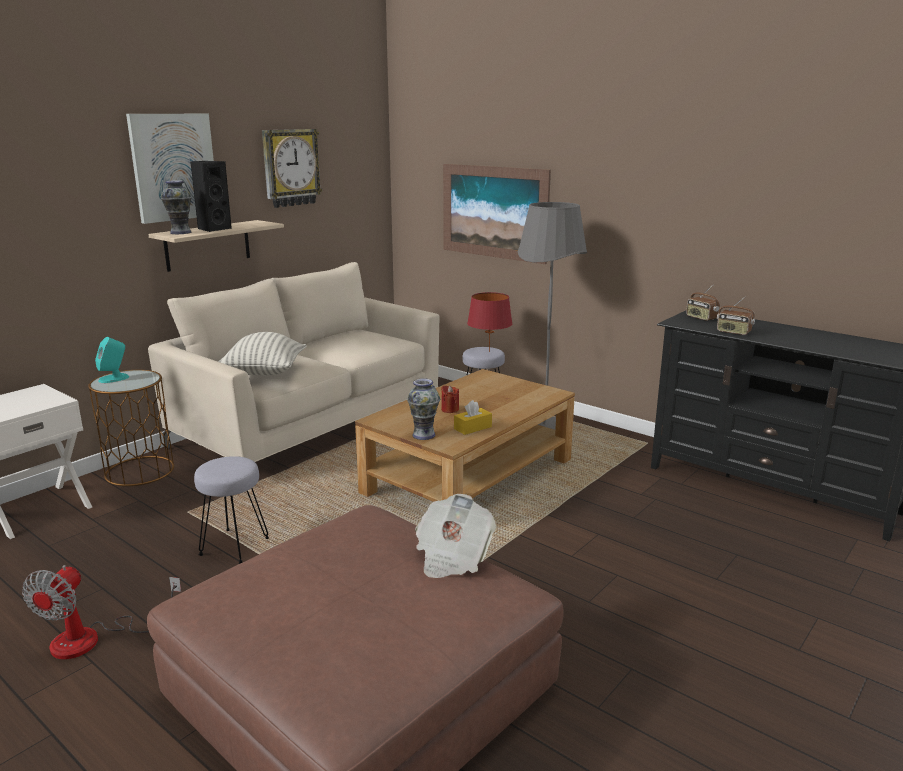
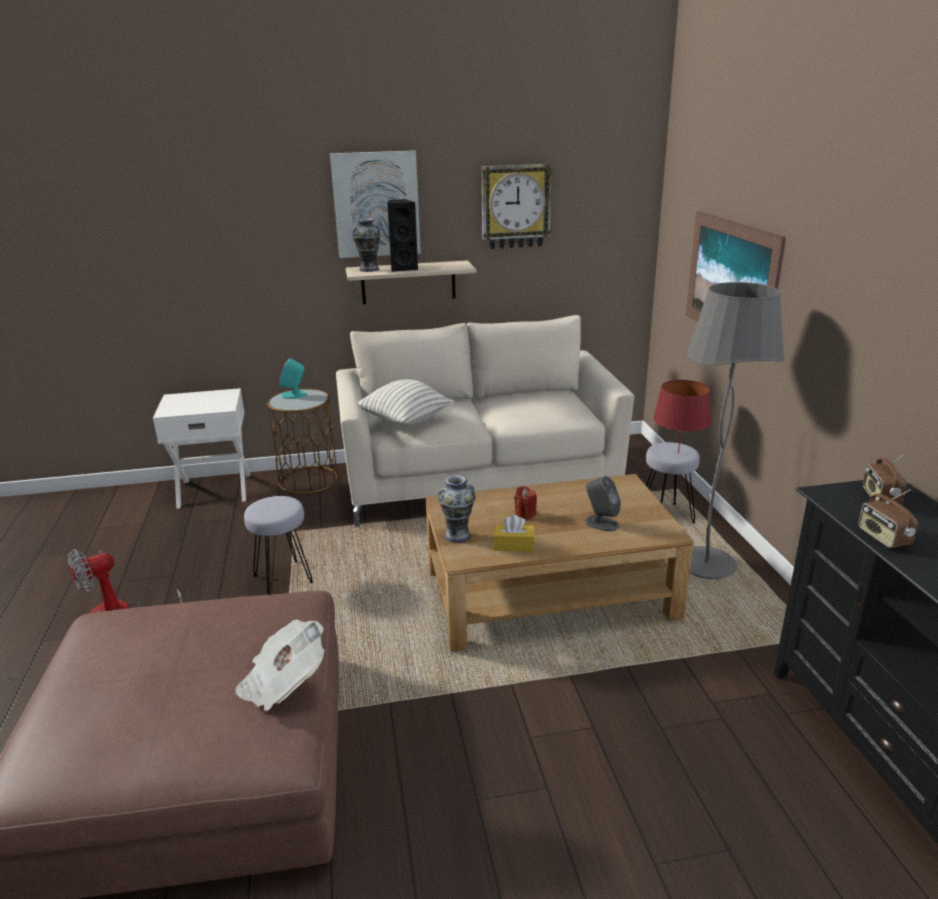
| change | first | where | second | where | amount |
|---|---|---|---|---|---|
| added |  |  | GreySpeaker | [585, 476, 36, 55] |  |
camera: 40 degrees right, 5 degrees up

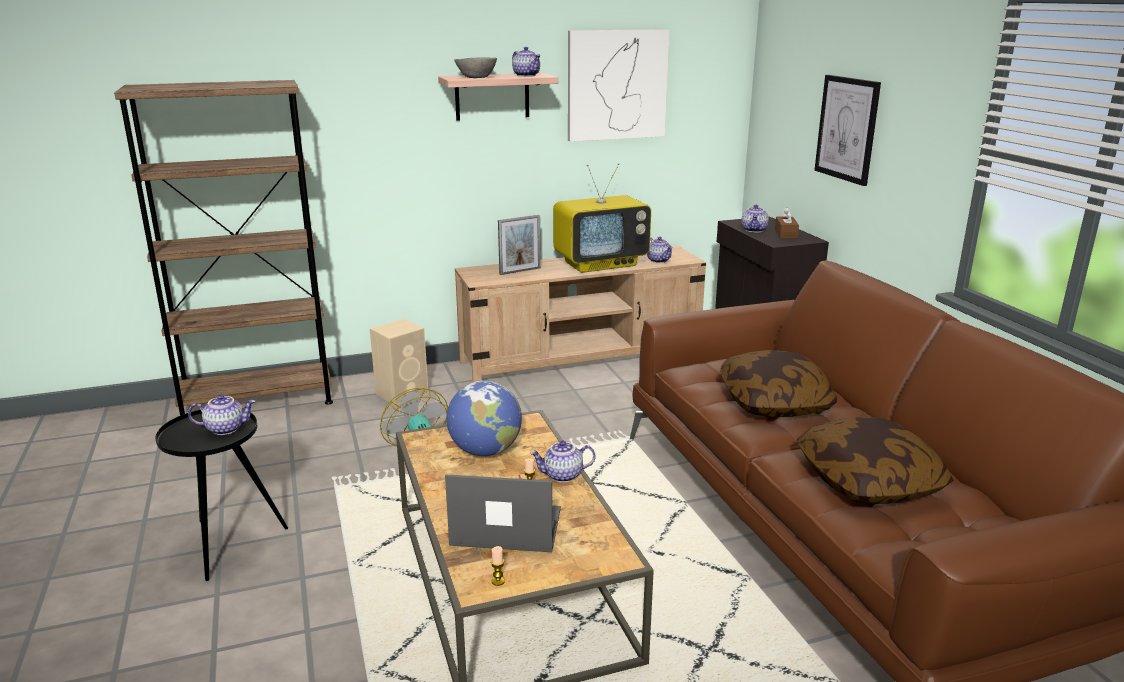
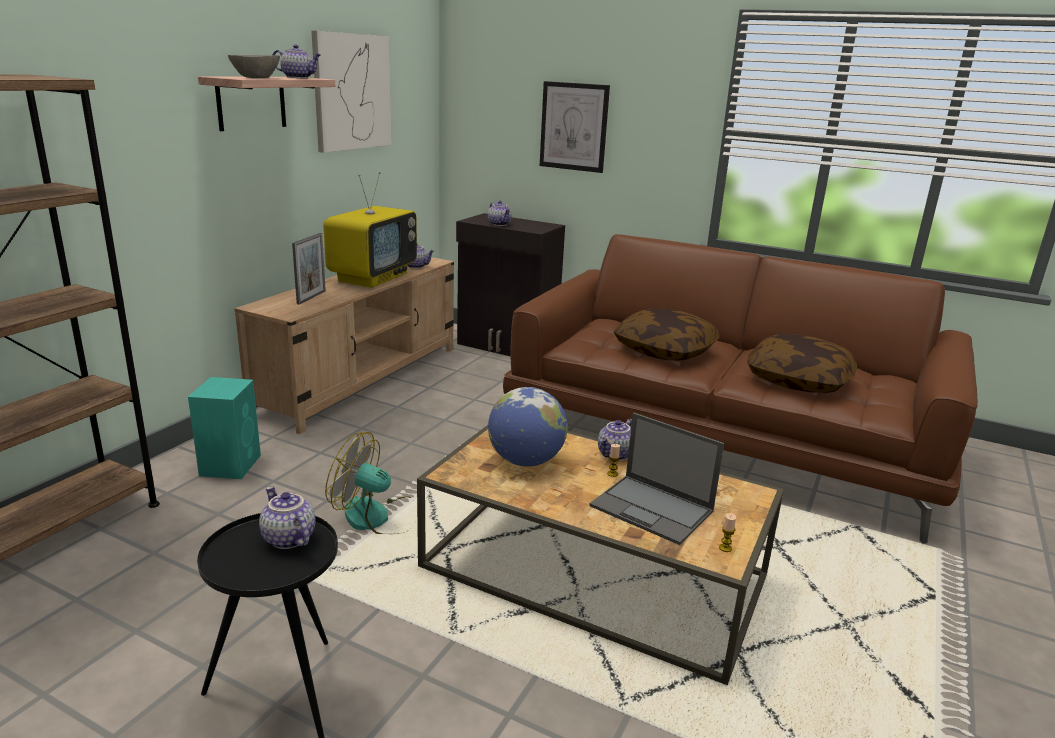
| change | first | where | second | where | amount |
|---|---|---|---|---|---|
| recoloured | BeigeSpeaker | [370, 319, 59, 86] | TurquoiseSpeaker | [188, 377, 73, 102] |  |
| turned | Teapot | [188, 394, 68, 41] |  | [259, 486, 56, 63] | 75 degrees counterclockwise |
| turned | Laptop | [445, 475, 116, 77] |  | [589, 413, 135, 132] | 105 degrees counterclockwise |
| removed | BrownTissueBox | [775, 207, 24, 32] |  |  |  |
camera: 45 degrees left, 0 degrees up

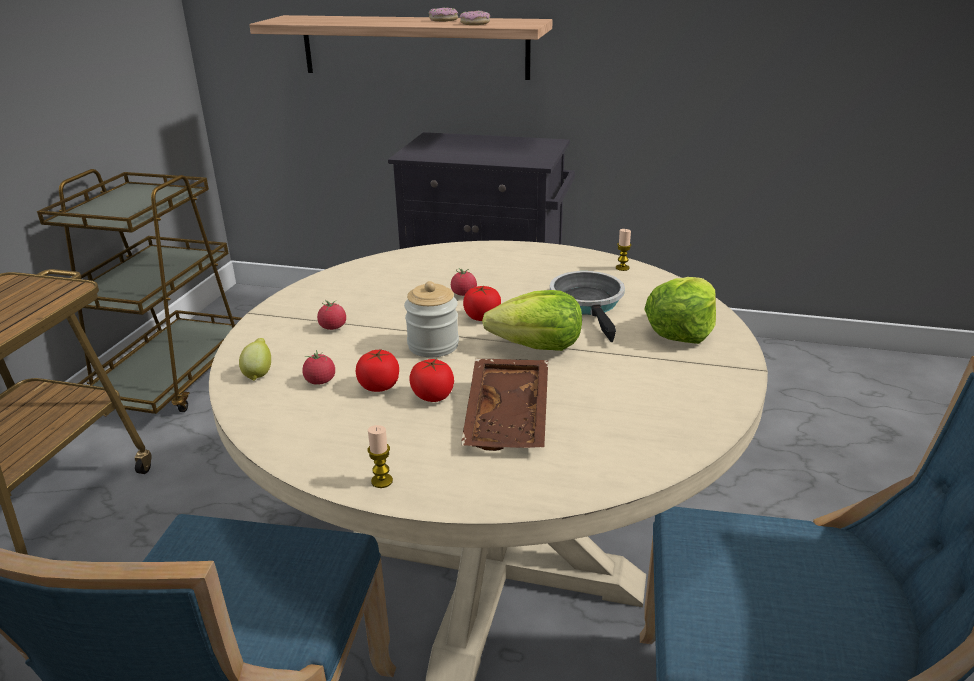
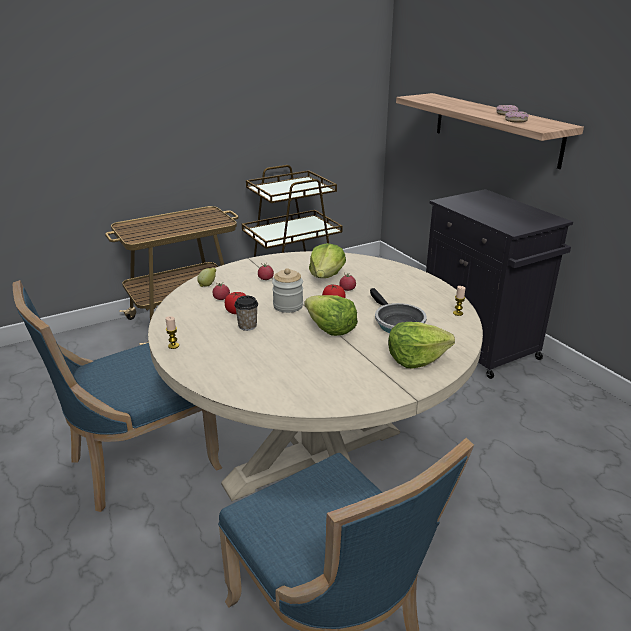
| change | first | where | second | where | amount |
|---|---|---|---|---|---|
| replaced | Tomato | [409, 358, 45, 44] | Cup | [234, 296, 24, 35] |  |
| added |  |  | Lettuce | [309, 243, 37, 35] |  |
| turned | FryingPan | [550, 271, 75, 71] |  | [370, 288, 57, 45] | 120 degrees clockwise |
| removed | BrownTray | [461, 359, 87, 92] |  |  |  |
camera: 45 degrees right, 0 degrees up

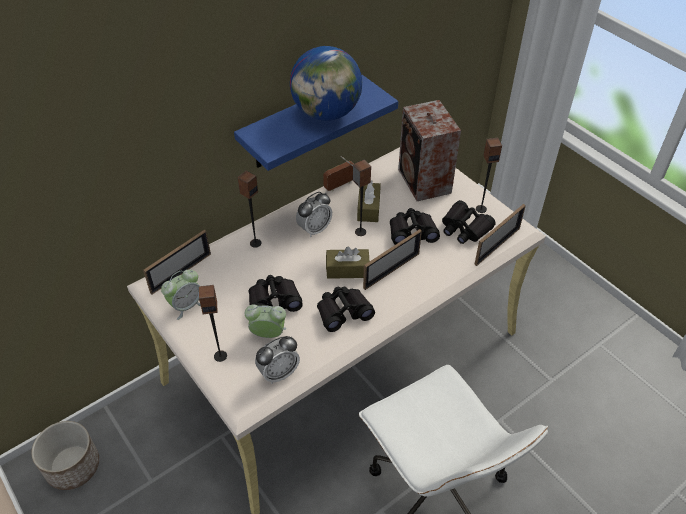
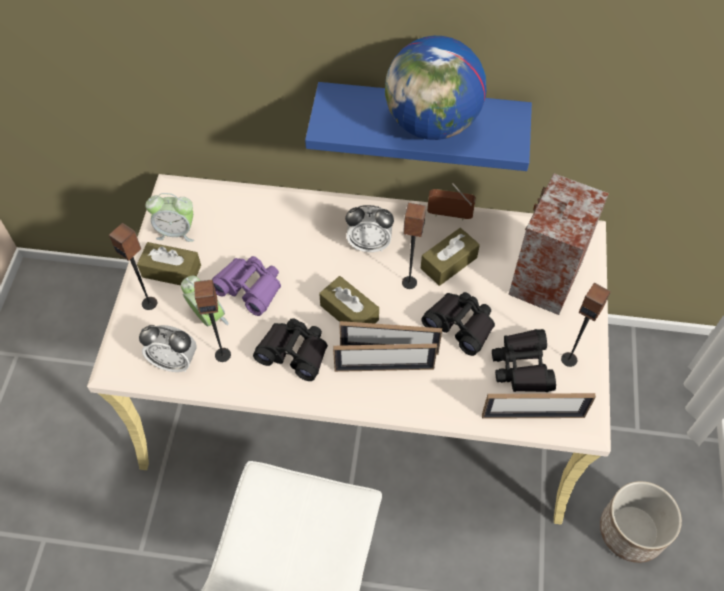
| change | first | where | second | where | amount |
|---|---|---|---|---|---|
| added |  |  | BrownTissueBox | [137, 242, 64, 43] |  |
| moved | Speaker | [237, 171, 24, 77] |  | [194, 280, 37, 82] |  |
| recoloured | BlackBinoculars | [249, 275, 54, 37] | PurpleBinoculars | [212, 256, 69, 60] |  |
| moved | PictureFrame | [143, 230, 68, 65] |  | [333, 344, 104, 28] |  |
| moved | Planter | [31, 421, 68, 69] |  | [600, 481, 82, 82] |  |
camera: 45 degrees right, 10 degrees up

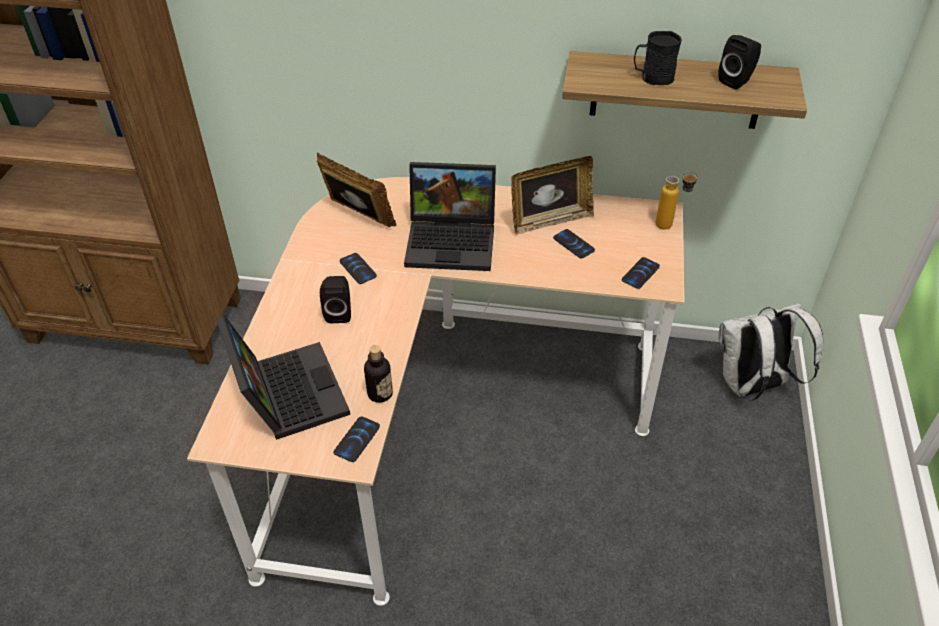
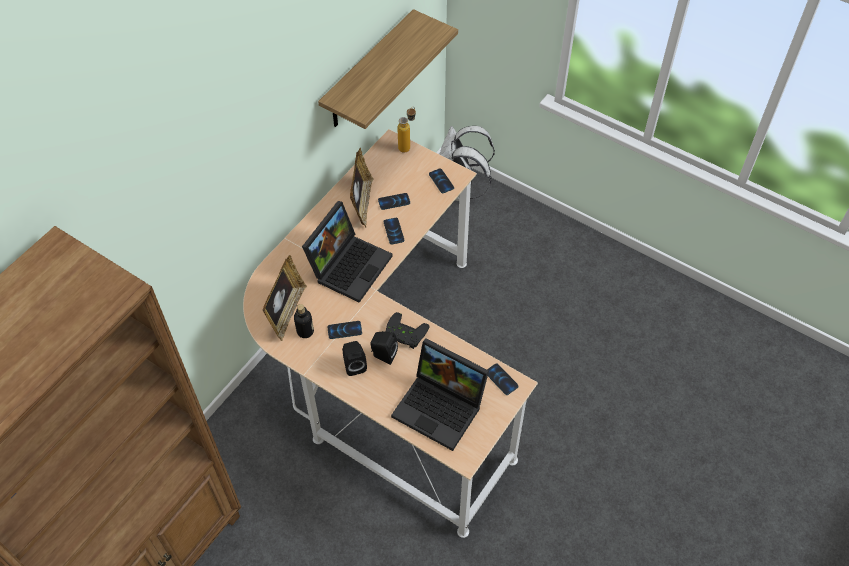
| change | first | where | second | where | amount |
|---|---|---|---|---|---|
| turned | PictureFrame | [317, 152, 79, 75] |  | [263, 255, 44, 86] | 135 degrees clockwise |
| moved | Bottle | [364, 345, 29, 58] |  | [294, 304, 20, 34] |  |
| moved | BlackSpeaker | [718, 35, 43, 55] |  | [342, 341, 25, 35] |  |
| added |  |  | Phone | [384, 218, 20, 27] |  |
| added |  |  | BlackGameController | [386, 312, 44, 37] |  |
| turned | Laptop | [216, 315, 134, 125] |  | [391, 339, 98, 112] | 150 degrees counterclockwise |
| removed | BlackMug | [634, 31, 48, 54] |  |  |  |
camera: 65 degrees left, 10 degrees up

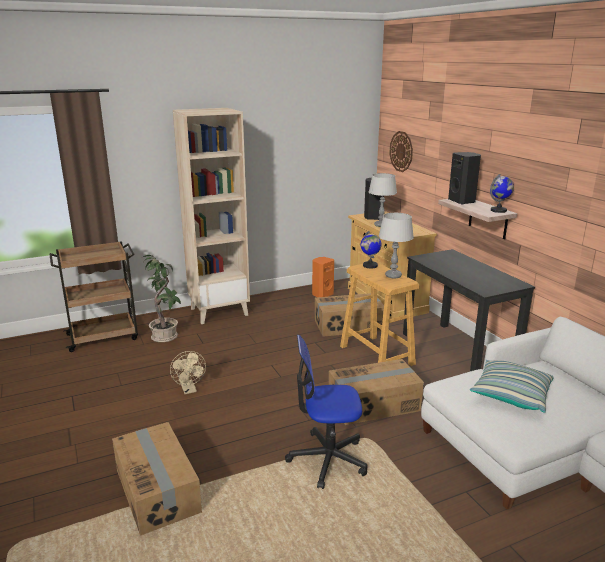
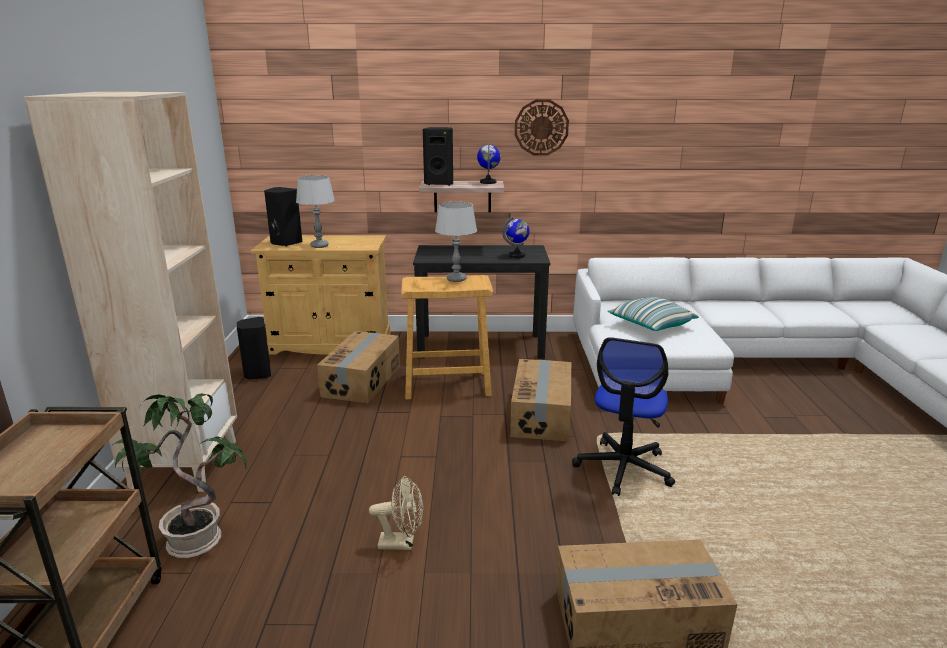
| change | first | where | second | where | amount |
|---|---|---|---|---|---|
| recoloured | OrangeSpeaker | [312, 257, 22, 40] | BlackSpeaker | [237, 317, 34, 62] |  |
| moved | Globe | [361, 231, 21, 37] |  | [502, 216, 28, 42] |  |
| moved | WallClock | [389, 131, 24, 41] |  | [515, 100, 54, 56] |  |
camera: 65 degrees left, 0 degrees up

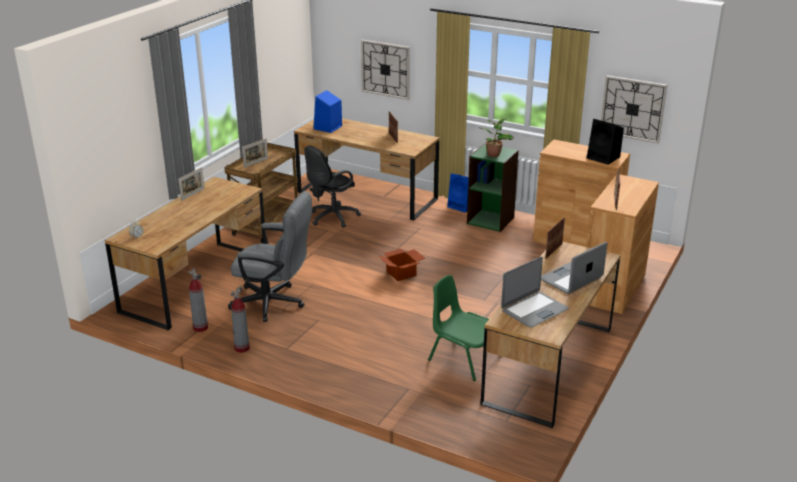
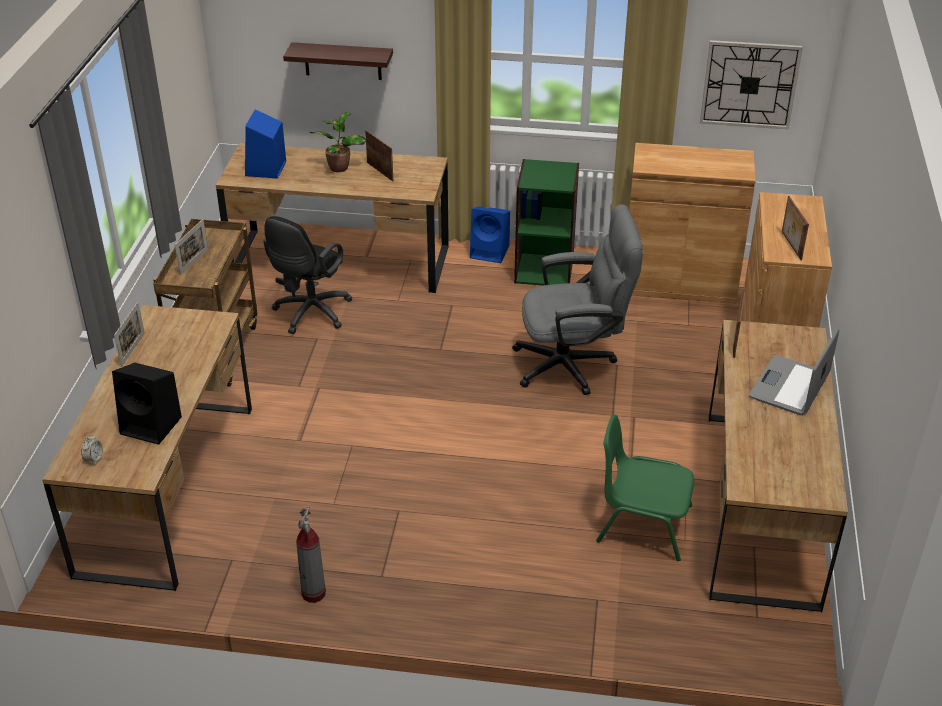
| change | first | where | second | where | amount |
|---|---|---|---|---|---|
| moved | BlackSpeaker | [587, 119, 37, 46] |  | [112, 363, 70, 82] |  |
| replaced | WallClock | [361, 40, 49, 60] | Shelf | [283, 42, 110, 38] |  |
| moved | PottedPlant | [480, 118, 34, 39] |  | [310, 112, 56, 60] |  |
| moved | GreyOfficeChair | [228, 191, 84, 131] |  | [512, 204, 131, 191] |  |
| removed | FireExtinguisher | [188, 268, 20, 64] |  |  |  |
| removed | CardboardBox | [378, 249, 48, 32] |  |  |  |
| removed | Laptop | [501, 257, 68, 70] |  |  |  |
camera: 20 degrees left, 10 degrees up

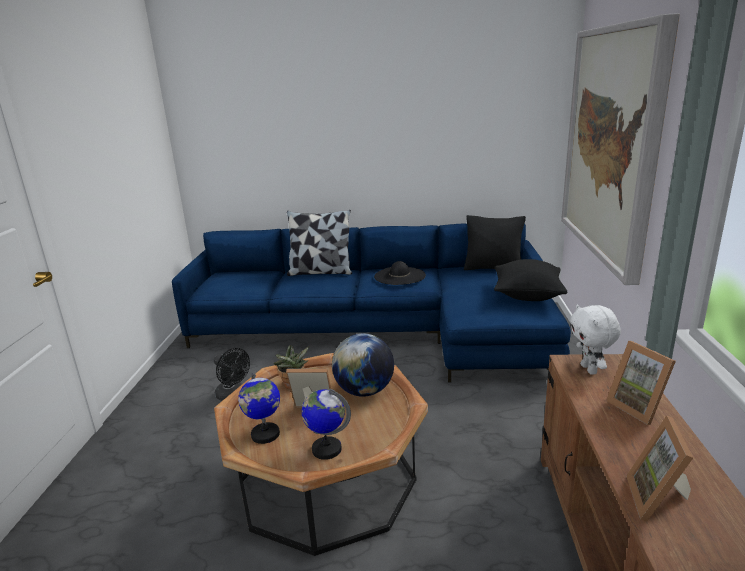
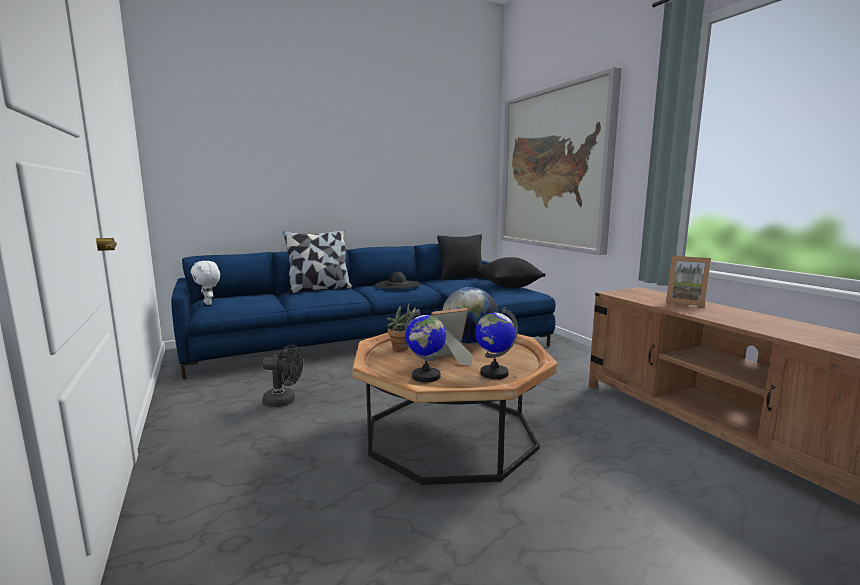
| change | first | where | second | where | amount |
|---|---|---|---|---|---|
| moved | WhitePlushToy | [570, 304, 51, 71] |  | [190, 261, 30, 44] |  |
| removed | PictureFrame | [626, 415, 67, 107] |  |  |  |
camera: 30 degrees left, 10 degrees down

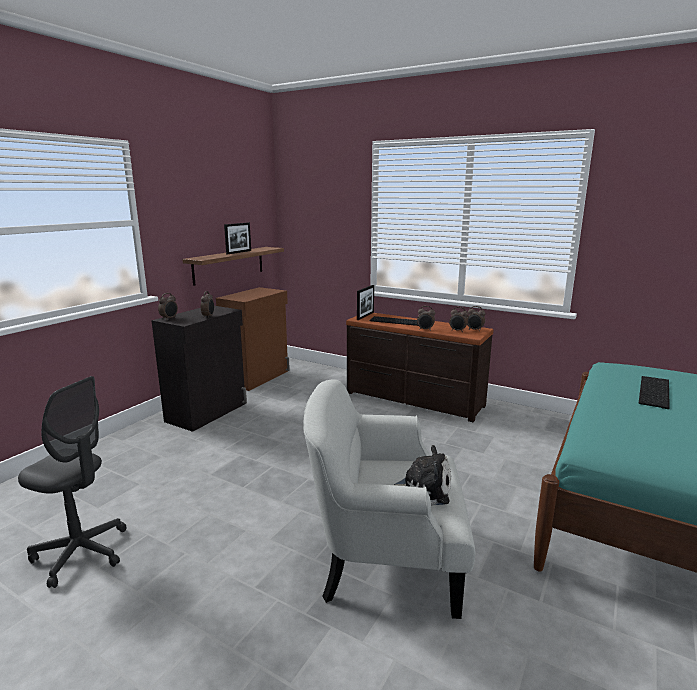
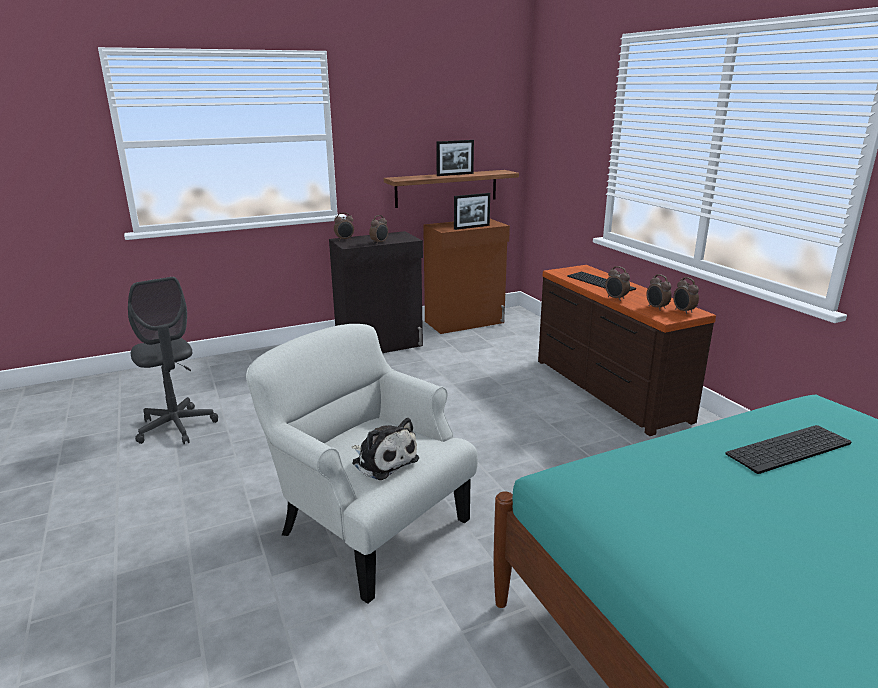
| change | first | where | second | where | amount |
|---|---|---|---|---|---|
| moved | PictureFrame | [357, 285, 17, 35] |  | [454, 193, 36, 37] |  |
camera: 35 degrees right, 5 degrees up

